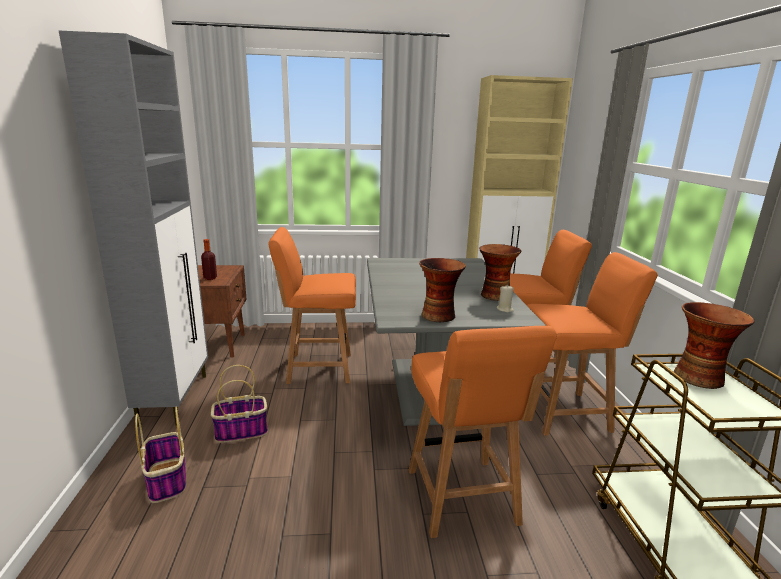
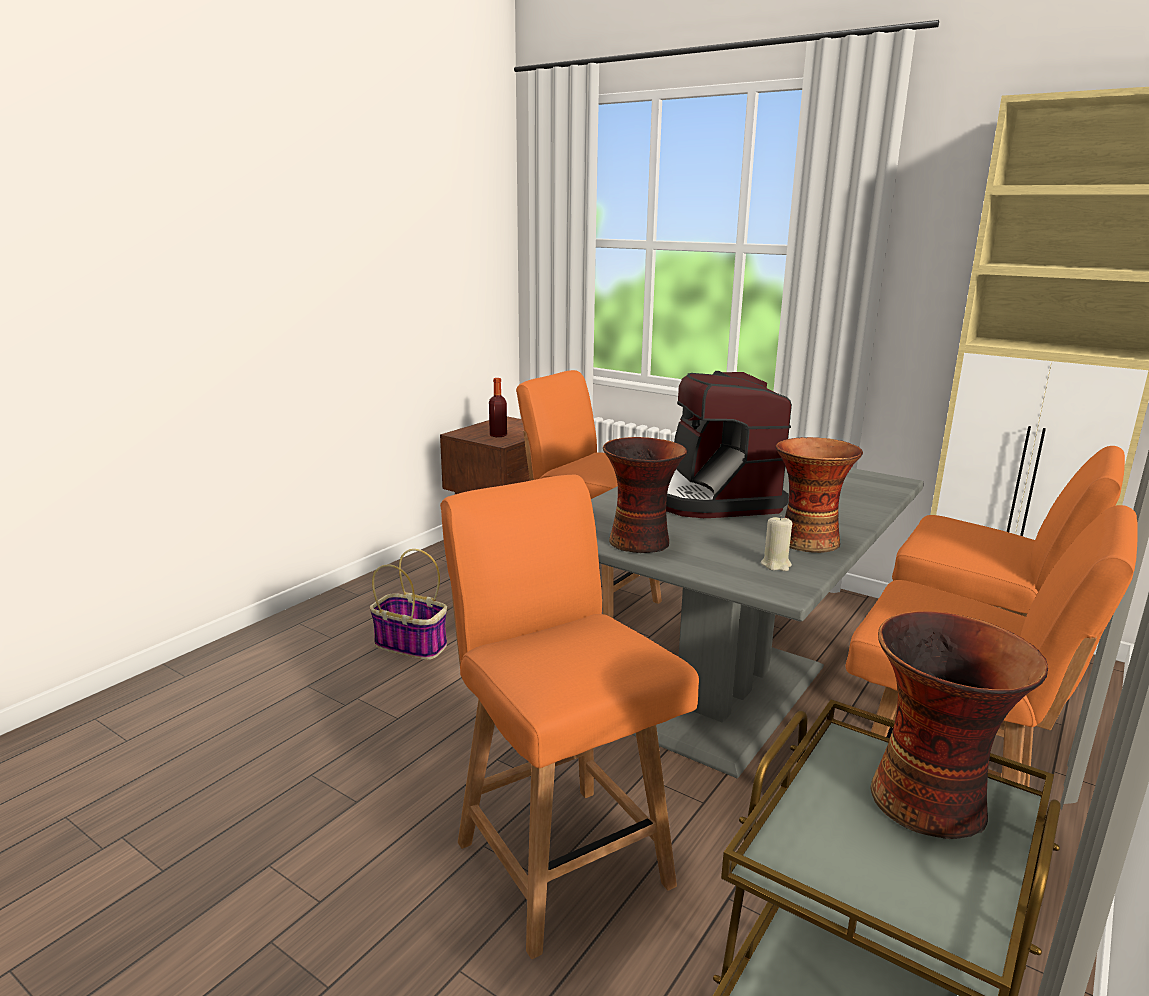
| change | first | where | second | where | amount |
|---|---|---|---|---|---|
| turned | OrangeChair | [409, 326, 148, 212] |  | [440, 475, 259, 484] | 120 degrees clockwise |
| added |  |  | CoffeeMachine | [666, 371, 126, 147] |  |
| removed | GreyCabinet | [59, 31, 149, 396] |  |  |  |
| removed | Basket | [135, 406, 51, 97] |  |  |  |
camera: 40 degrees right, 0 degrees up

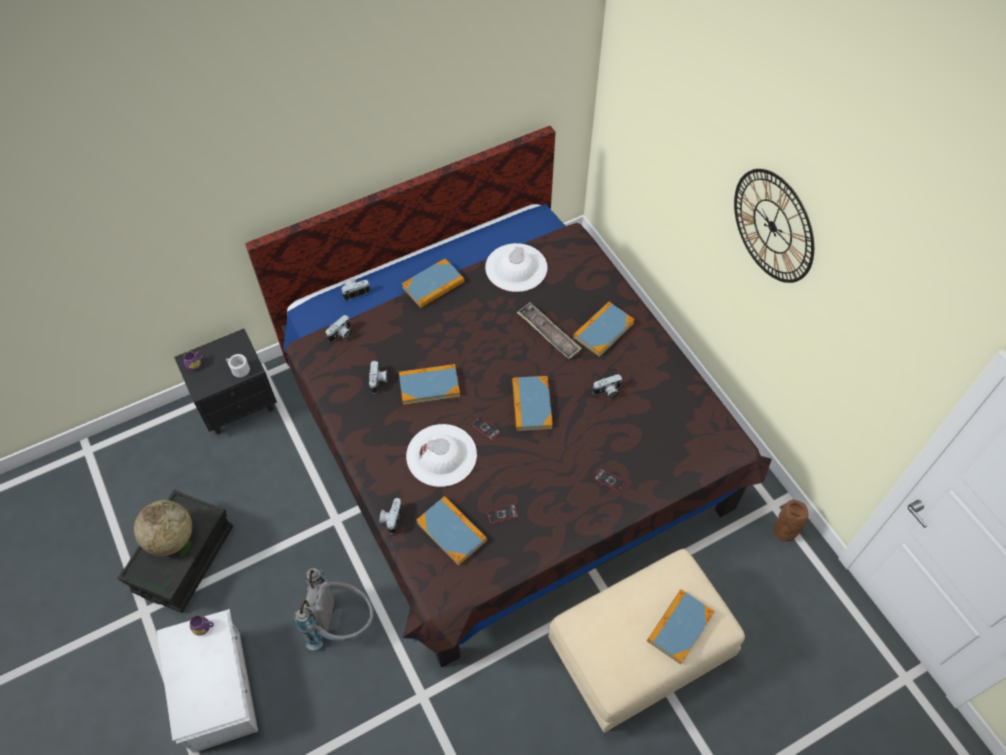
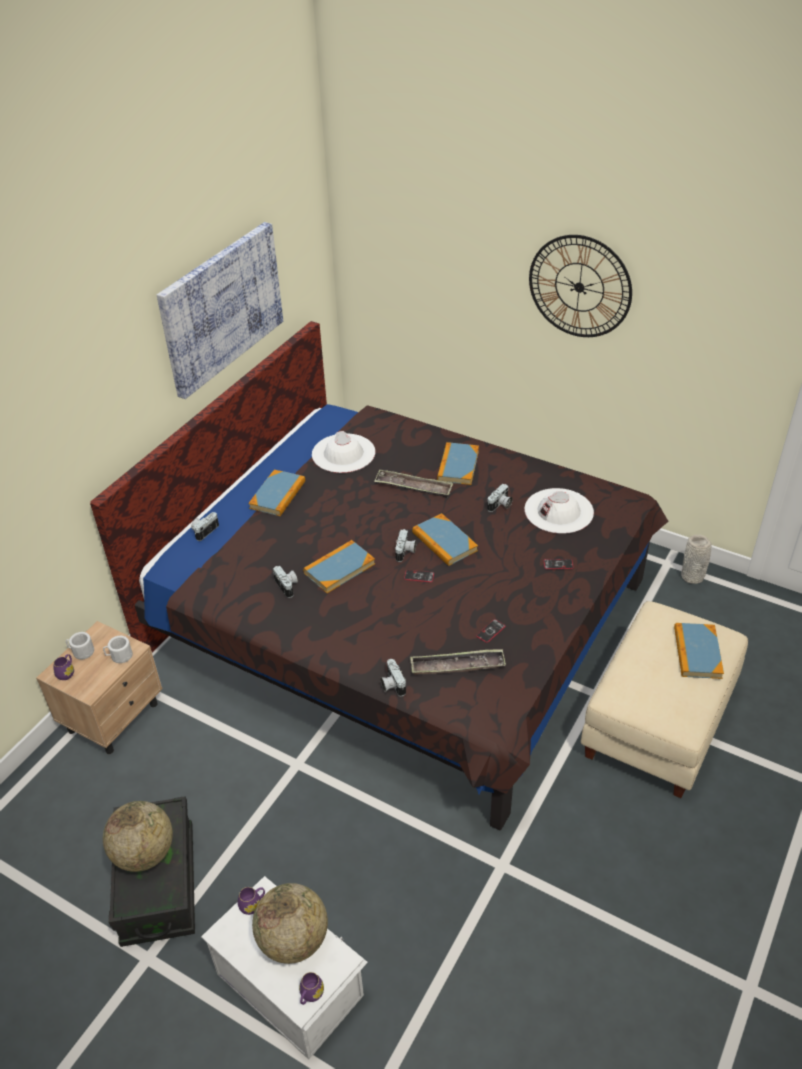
| change | first | where | second | where | amount |
|---|---|---|---|---|---|
| recoloured | BlackNightstand | [174, 329, 103, 105] | BeigeNightstand | [36, 621, 127, 133] |  |
| added |  |  | WhiteMug | [65, 632, 29, 27] |  |
| added |  |  | Picture | [157, 222, 126, 177] |  |
| added |  |  | Globe | [252, 883, 76, 81] |  |
| added |  |  | PurpleMug | [299, 972, 25, 33] |  |
| moved | PhotoCamera | [326, 315, 27, 27] |  | [395, 529, 21, 33] |  |
| replaced | Book | [416, 496, 71, 70] | Tray | [410, 649, 96, 26] |  |
| moved | WhiteHat | [406, 424, 71, 63] |  | [524, 488, 70, 46] |  |
| recoloured | BrownVase | [774, 500, 34, 42] | GreyVase | [681, 535, 31, 49] |  |
| removed | GreyBackpack | [294, 567, 80, 83] |  |  |  |
camera: 30 degrees left, 15 degrees down

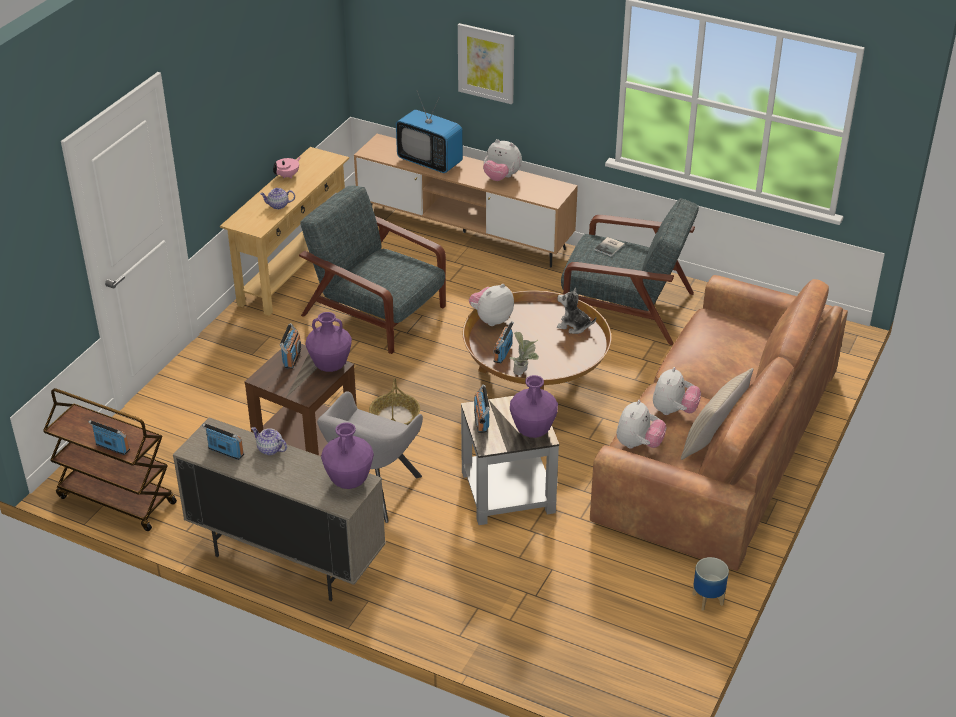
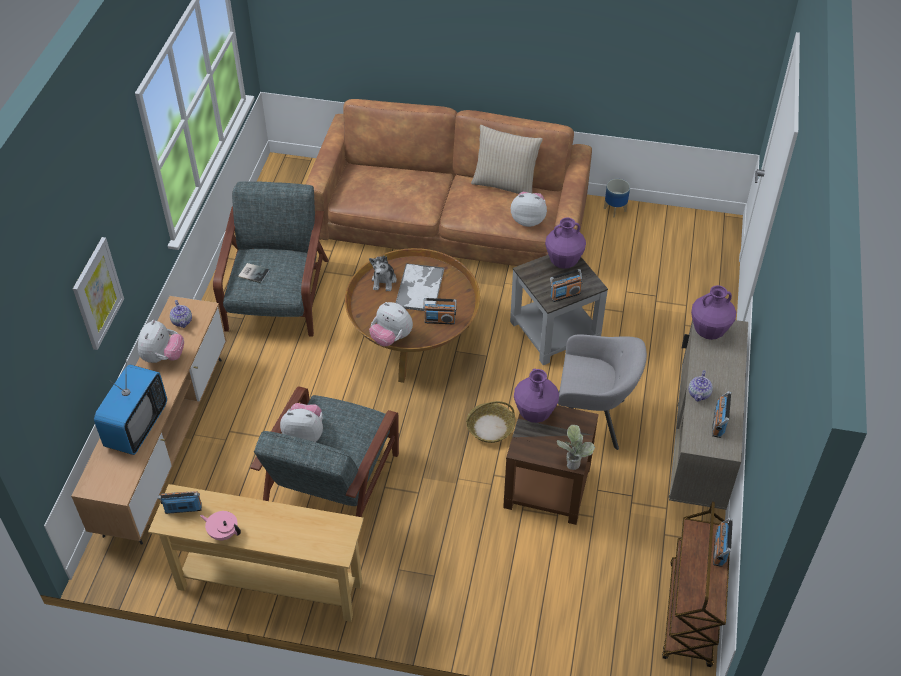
| change | first | where | second | where | amount |
|---|---|---|---|---|---|
| moved | Radio | [280, 323, 21, 46] |  | [158, 491, 44, 23] |  |
| moved | Teapot | [260, 188, 35, 21] |  | [170, 300, 22, 28] |  |
| moved | PlushToy | [653, 367, 48, 48] |  | [280, 403, 43, 39] |  |
| added |  |  | Tray | [396, 263, 48, 48] |  |
| moved | PottedPlant | [510, 332, 29, 43] |  | [557, 425, 38, 45] |  |
camera: 105 degrees left, 10 degrees up

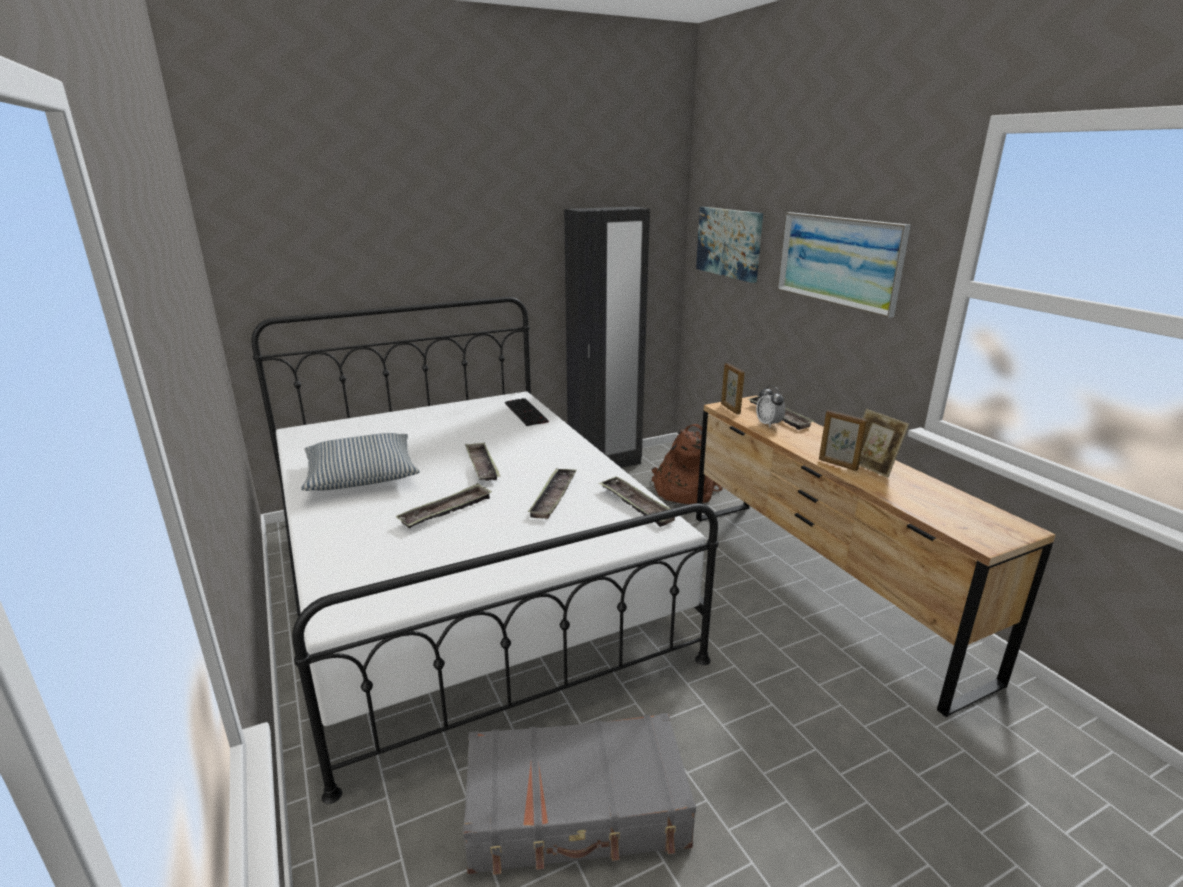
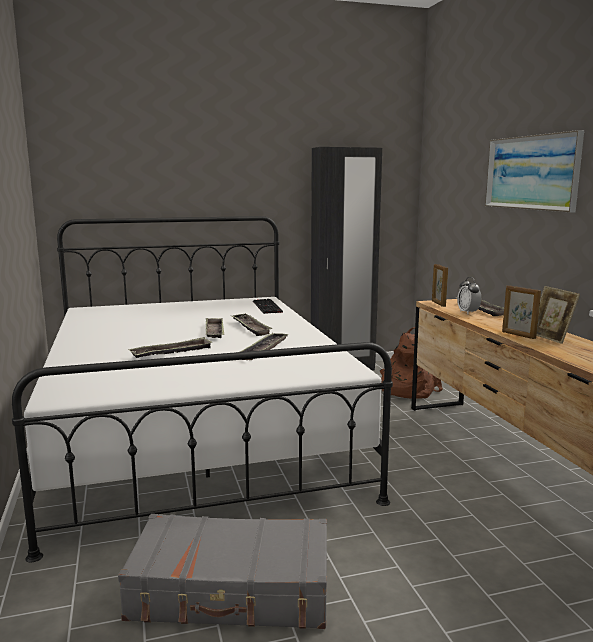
| change | first | where | second | where | amount |
|---|---|---|---|---|---|
| moved | Tray | [599, 476, 76, 51] |  | [232, 313, 40, 23] |  |
| removed | Pillow | [301, 433, 119, 58] |  |  |  |
| removed | Picture | [696, 207, 67, 76] |  |  |  |
camera: 10 degrees right, 10 degrees down

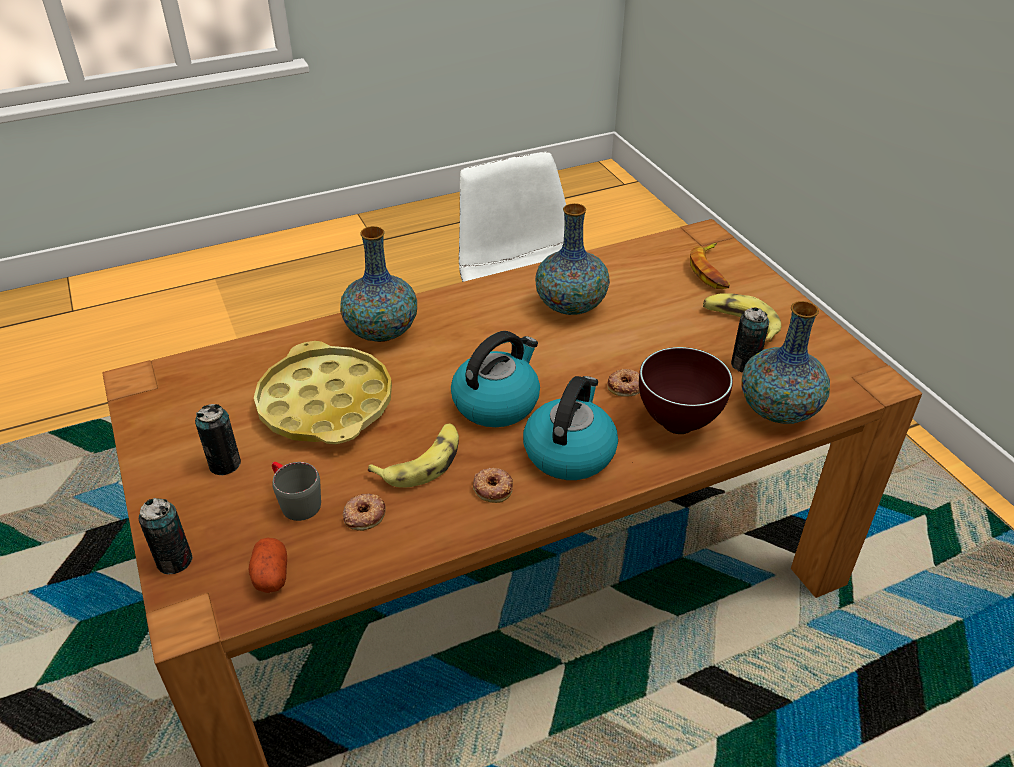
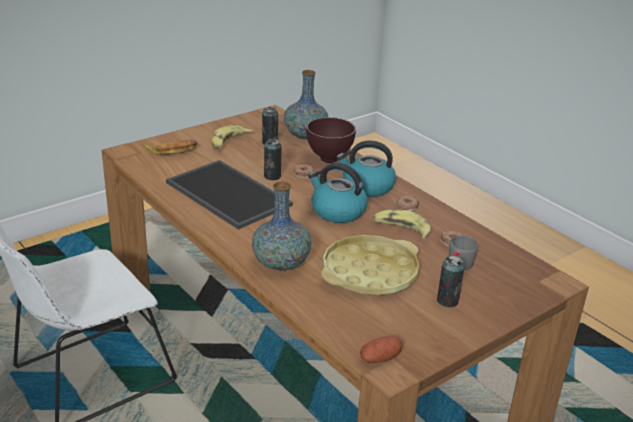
| change | first | where | second | where | amount |
|---|---|---|---|---|---|
| replaced | Vase | [535, 203, 75, 112] | Tray | [166, 160, 127, 70] |  |
| moved | Can | [139, 498, 54, 76] |  | [264, 138, 18, 42] |  |
| moved | Potato | [249, 538, 38, 55] |  | [360, 335, 42, 28] |  |
camera: 105 degrees left, 10 degrees down

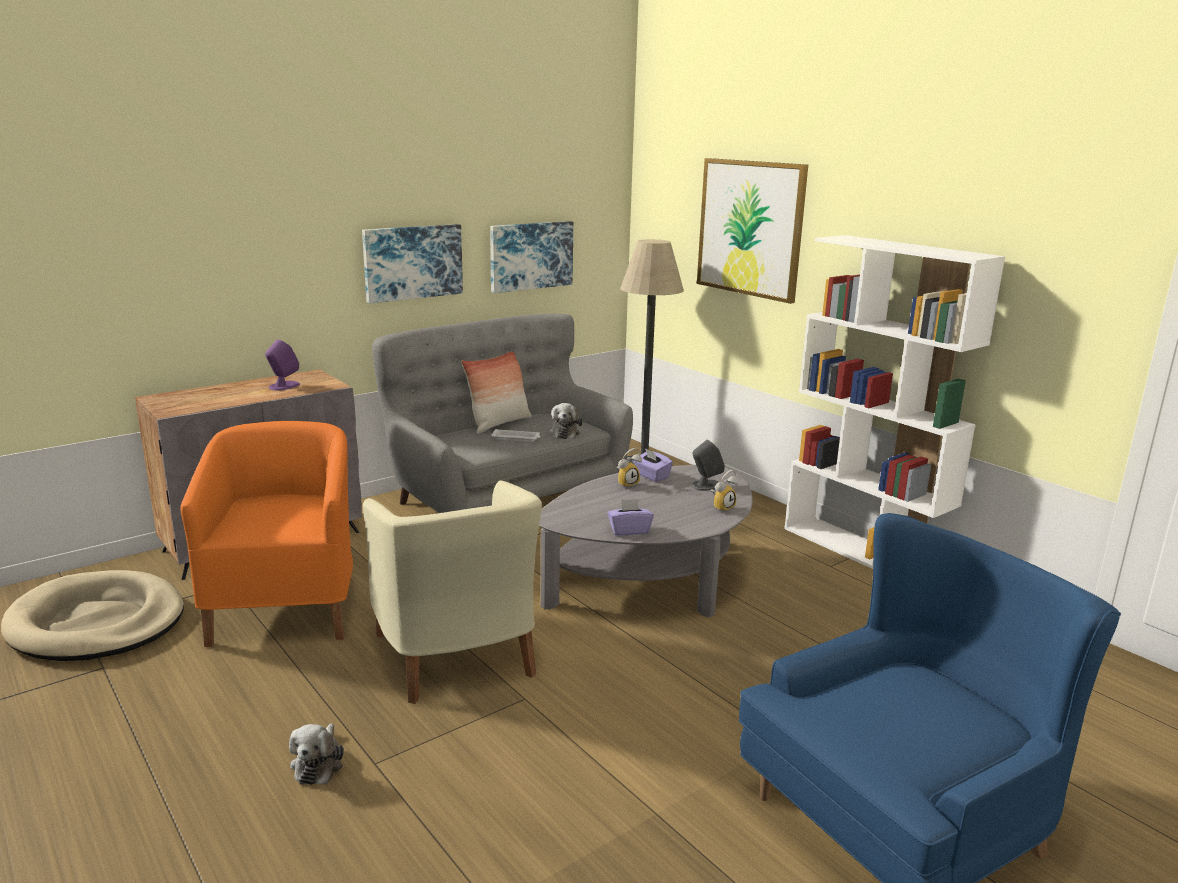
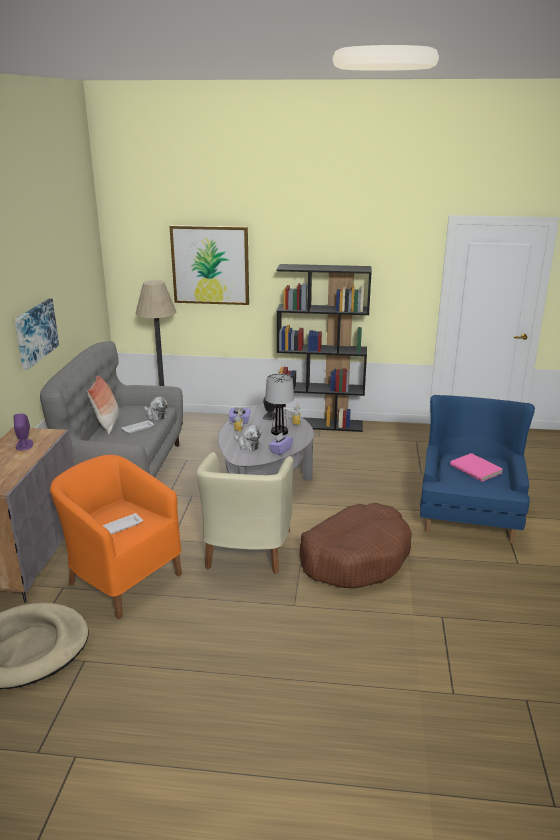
| change | first | where | second | where | amount |
|---|---|---|---|---|---|
| added |  |  | WhiteTray | [102, 513, 41, 22] |  |
| turned | BeigeArmchair | [363, 480, 179, 224] |  | [196, 452, 97, 122] | 75 degrees clockwise |
| moved | PlushToy | [289, 723, 55, 62] |  | [234, 425, 28, 26] |  |
| added |  |  | TableLamp | [265, 373, 29, 62] |  |
| recoloured | WhiteBookcase | [784, 235, 221, 334] | BlackBookcase | [277, 264, 95, 168] |  |
| added |  |  | BrownDogBed | [299, 503, 113, 85] |  |
| added |  |  | PinkBook | [450, 453, 53, 29] |  |
| removed | Picture | [490, 221, 83, 72] |  |  |  |
camera: 45 degrees left, 5 degrees up

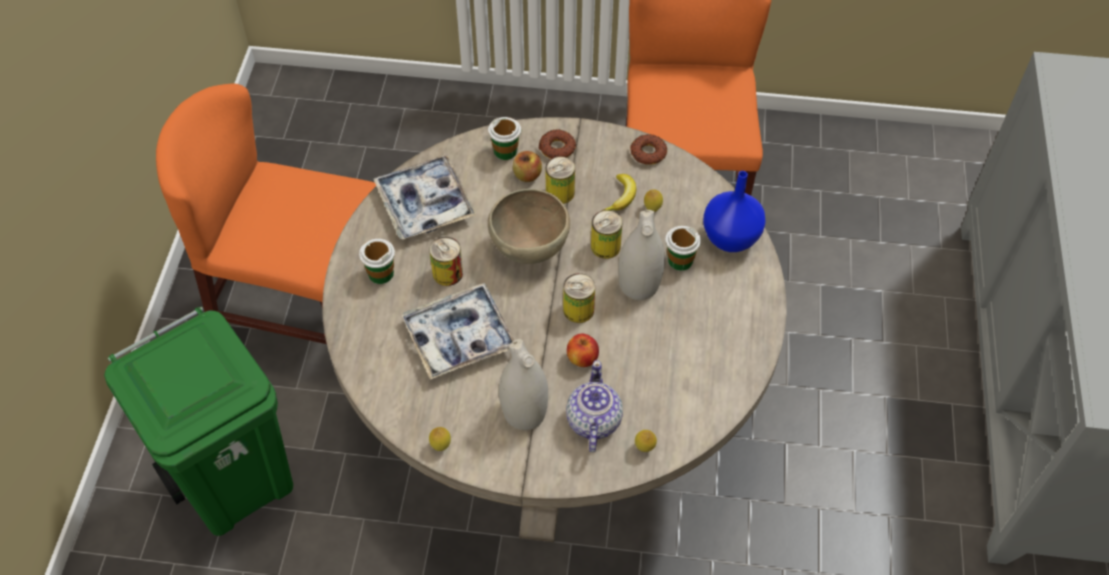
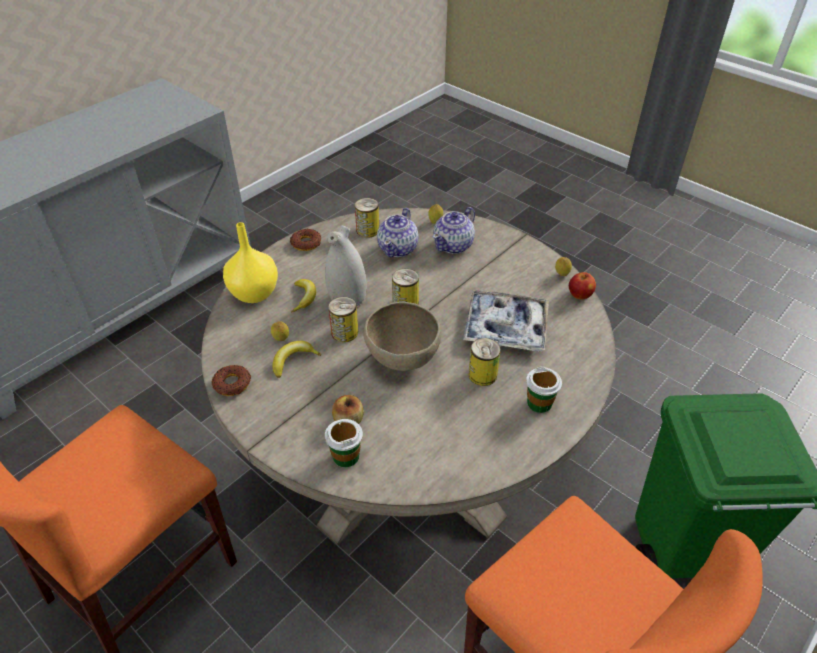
| change | first | where | second | where | amount |
|---|---|---|---|---|---|
| recoloured | BlueVase | [703, 171, 63, 81] | YellowVase | [223, 222, 55, 81] |  |
| moved | Donut | [539, 129, 37, 30] |  | [290, 229, 31, 22] |  |
| replaced | Cup | [665, 226, 36, 45] | Banana | [291, 279, 25, 33] |  |
| moved | Can | [546, 156, 29, 48] |  | [355, 198, 24, 40] |  |
| added |  |  | Teapot | [377, 208, 42, 49] |  |
| moved | Apple | [567, 334, 32, 33] |  | [569, 272, 27, 28] |  |
| removed | Tray | [374, 156, 103, 83] |  |  |  |
| removed | WhiteVase | [499, 339, 49, 91] |  |  |  |
camera: 145 degrees left, 10 degrees down

